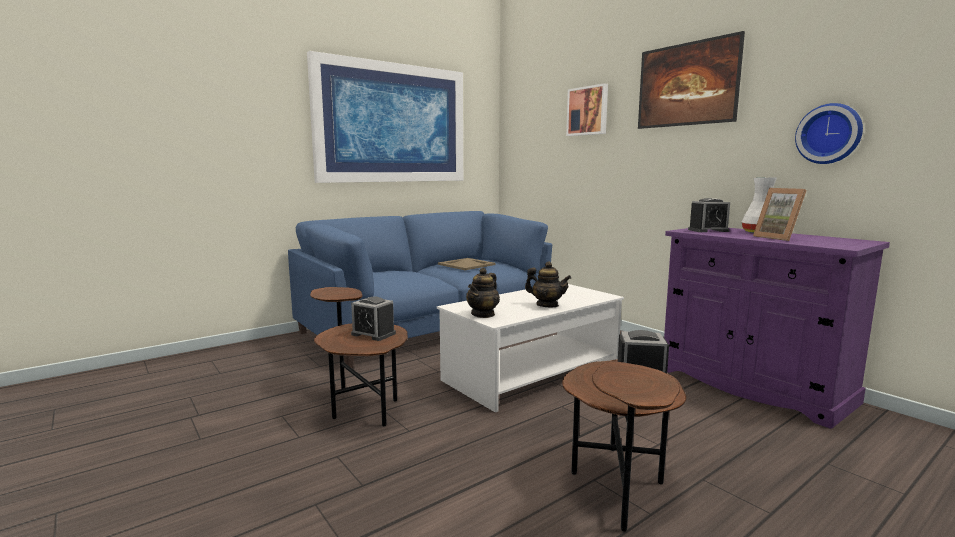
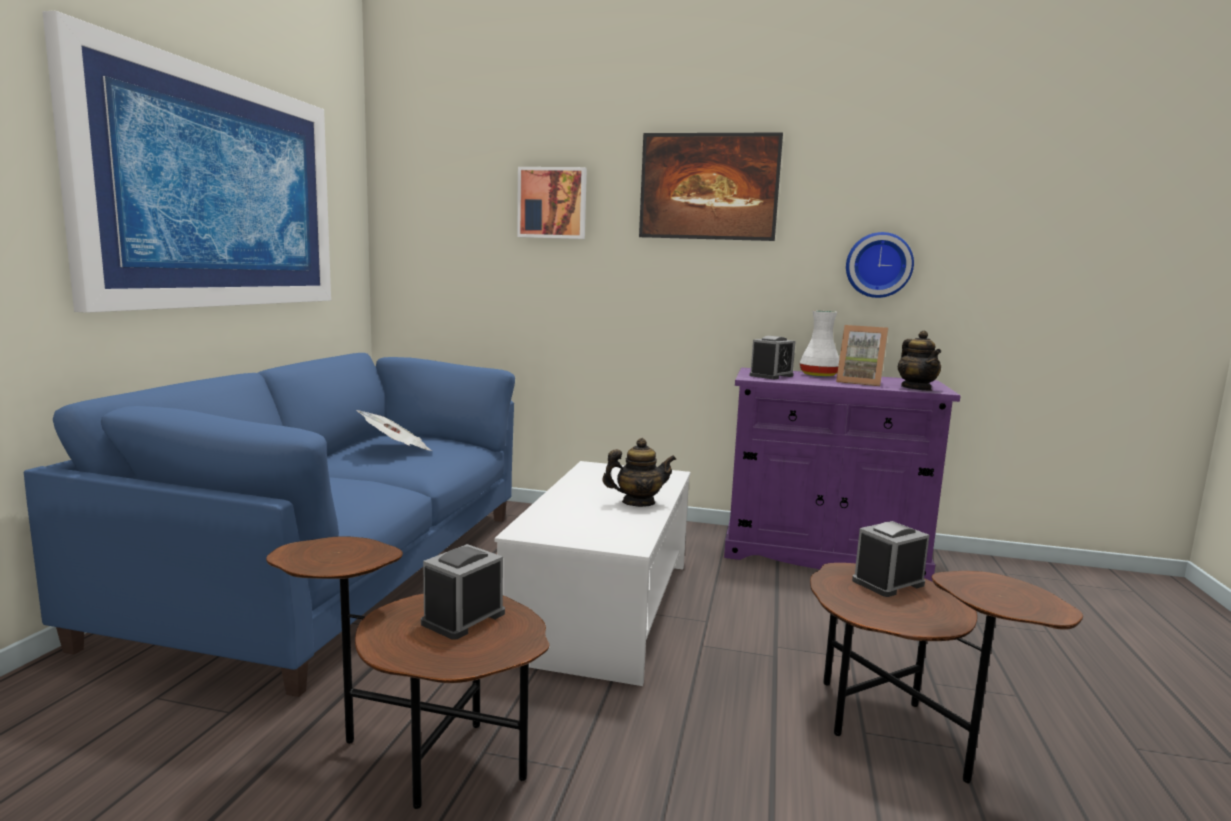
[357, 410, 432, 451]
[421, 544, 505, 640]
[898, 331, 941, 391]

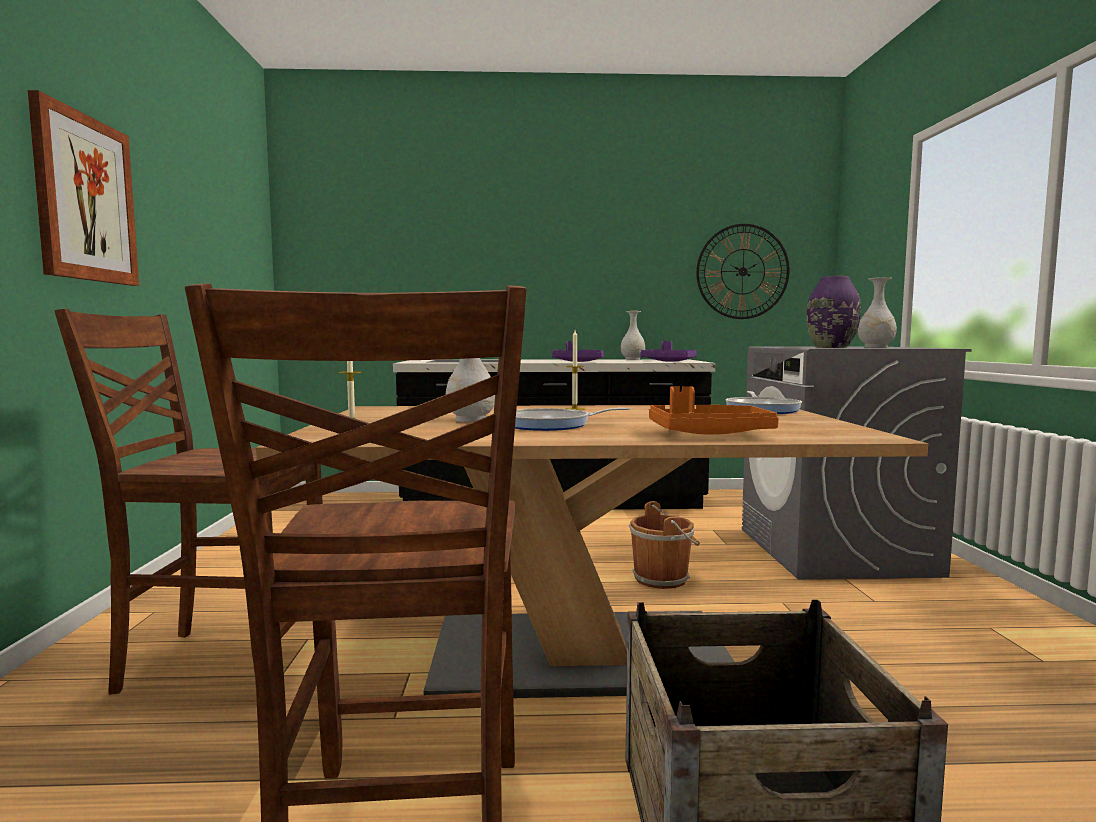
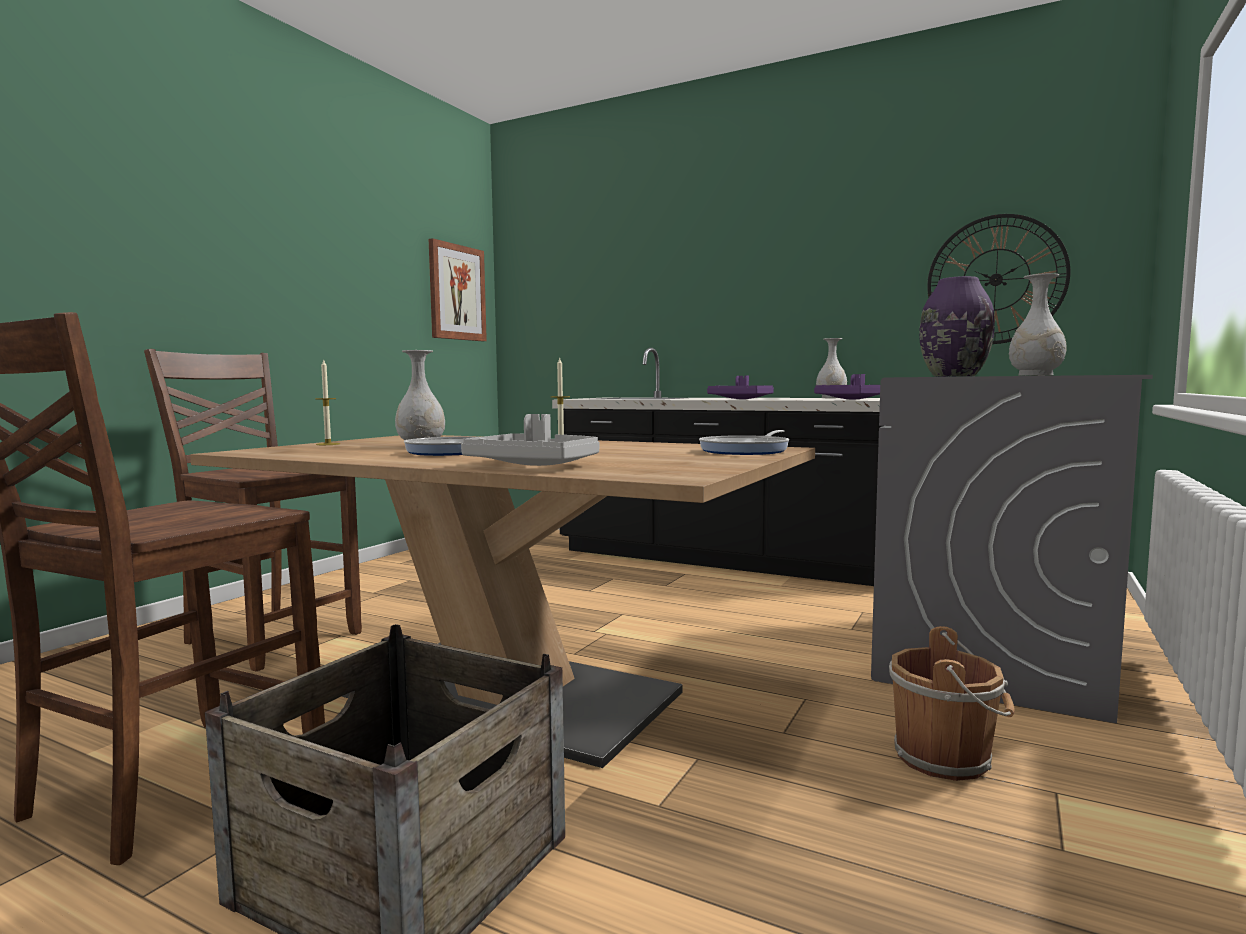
[429, 238, 487, 341]
[461, 414, 600, 466]
[889, 626, 1014, 781]

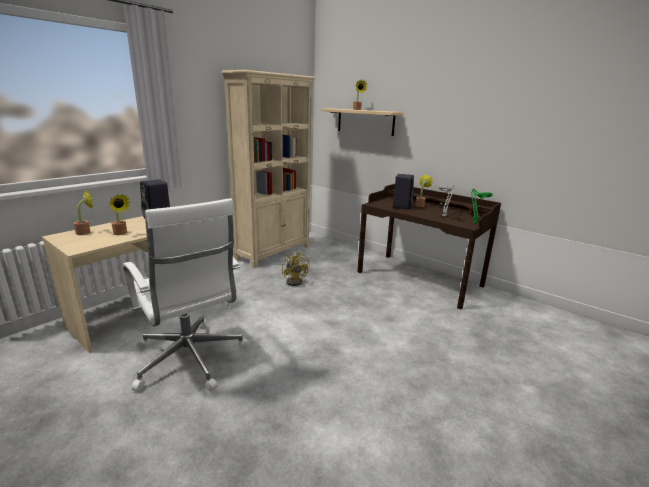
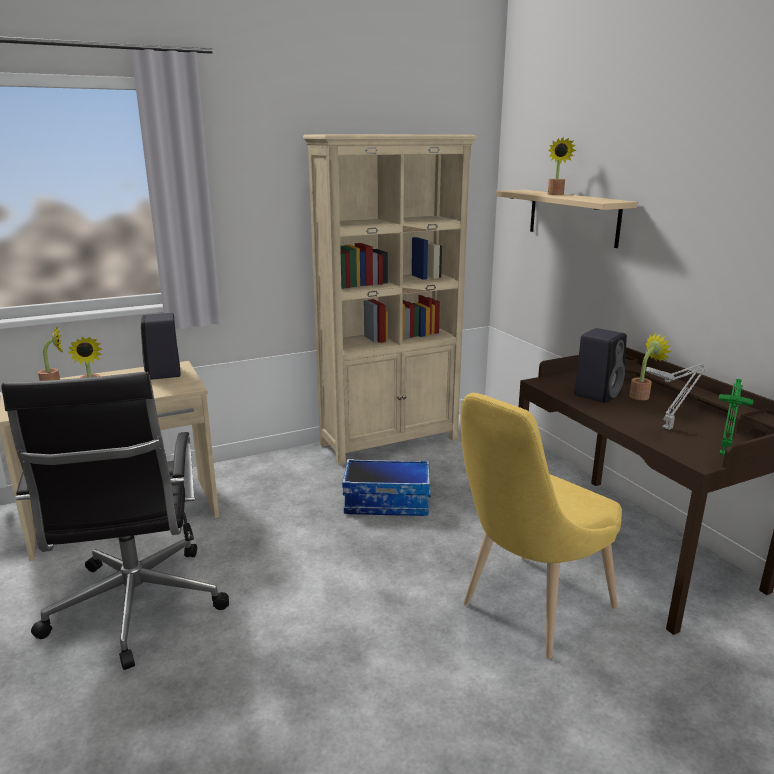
[1, 372, 229, 670]
[342, 459, 431, 516]
[461, 393, 622, 658]

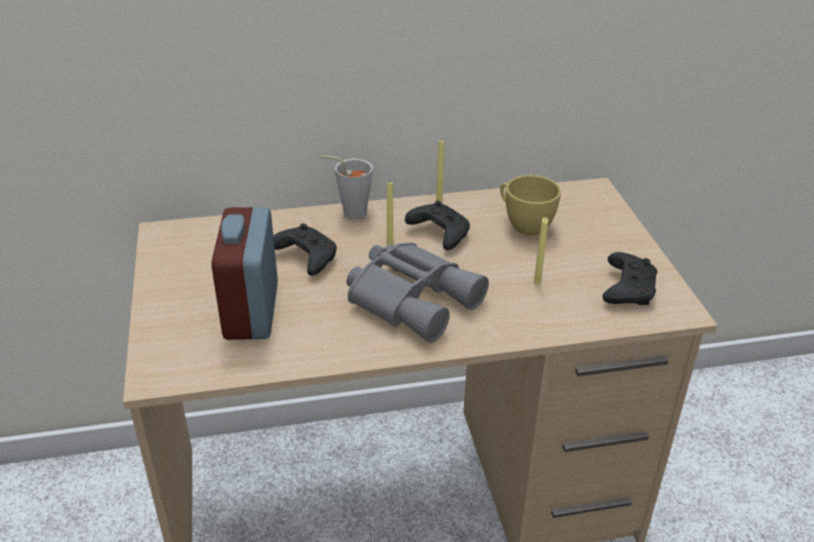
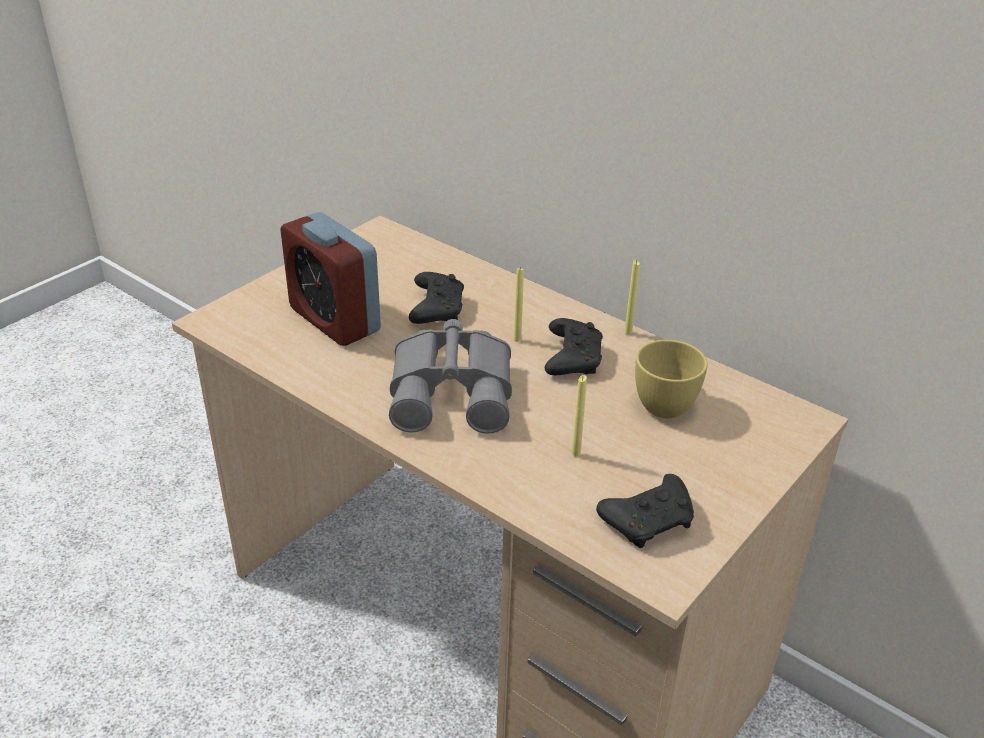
[280, 212, 381, 346]
[321, 155, 373, 219] (first image)

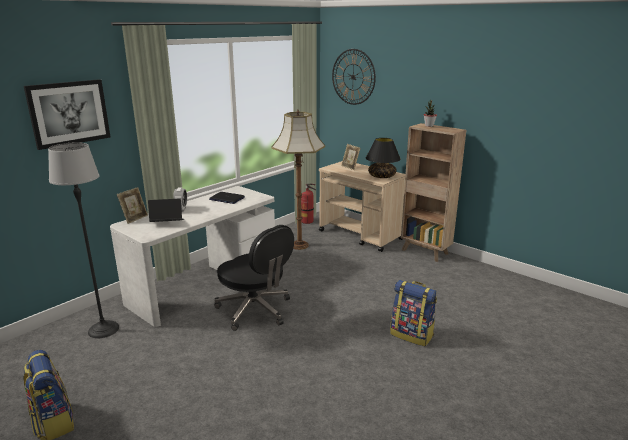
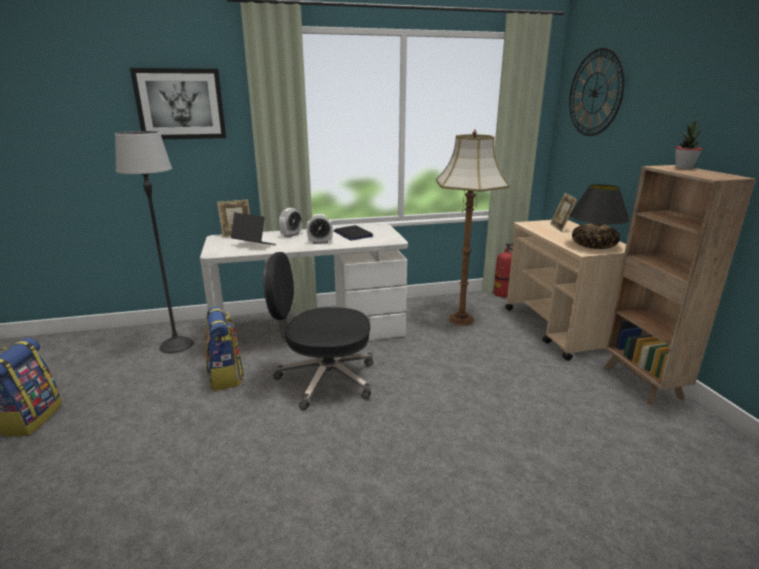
[205, 306, 245, 391]
[263, 252, 373, 410]
[306, 214, 333, 244]

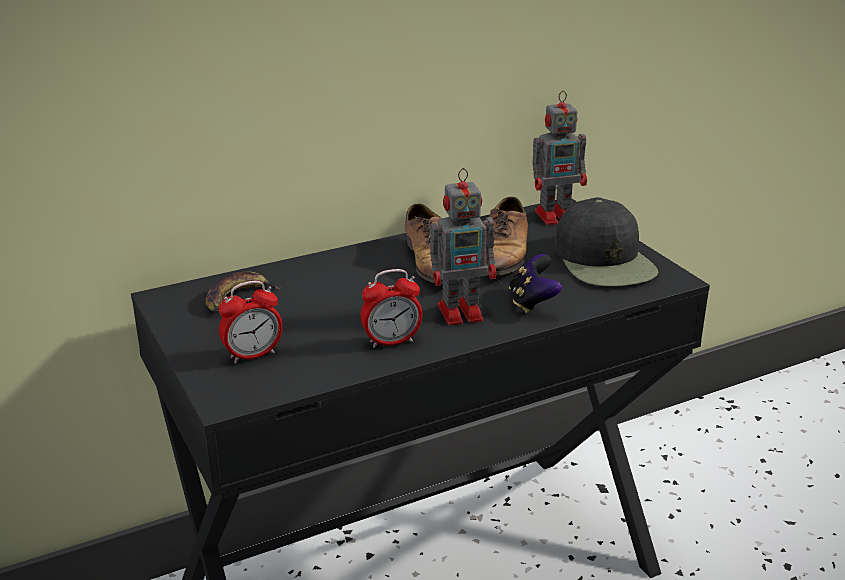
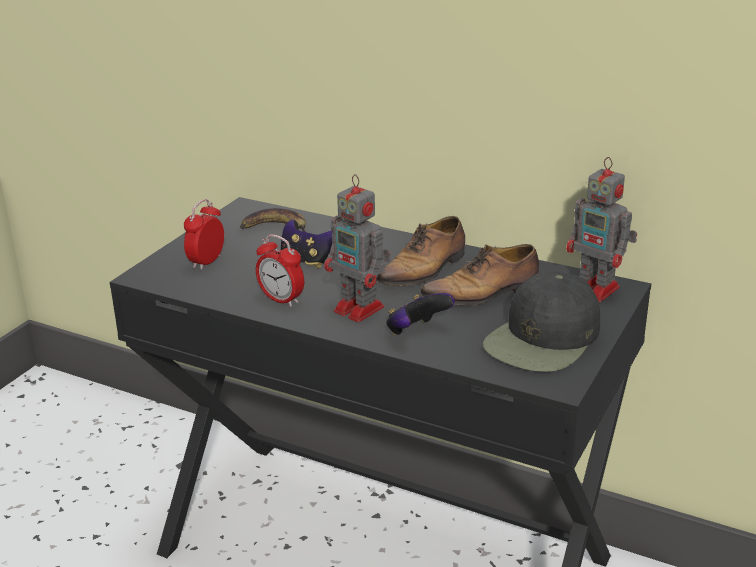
[184, 199, 224, 270]
[281, 220, 332, 269]

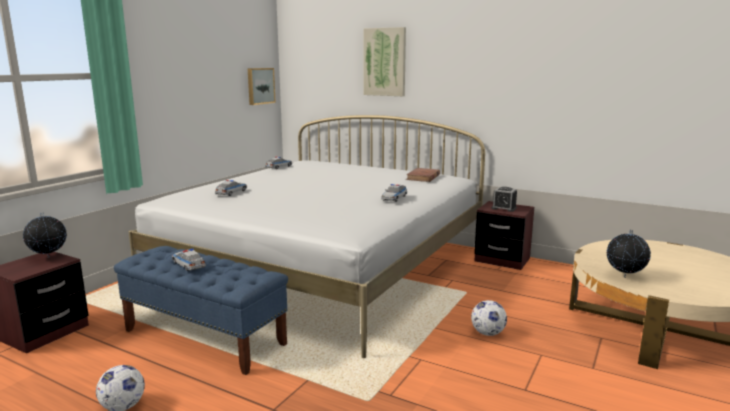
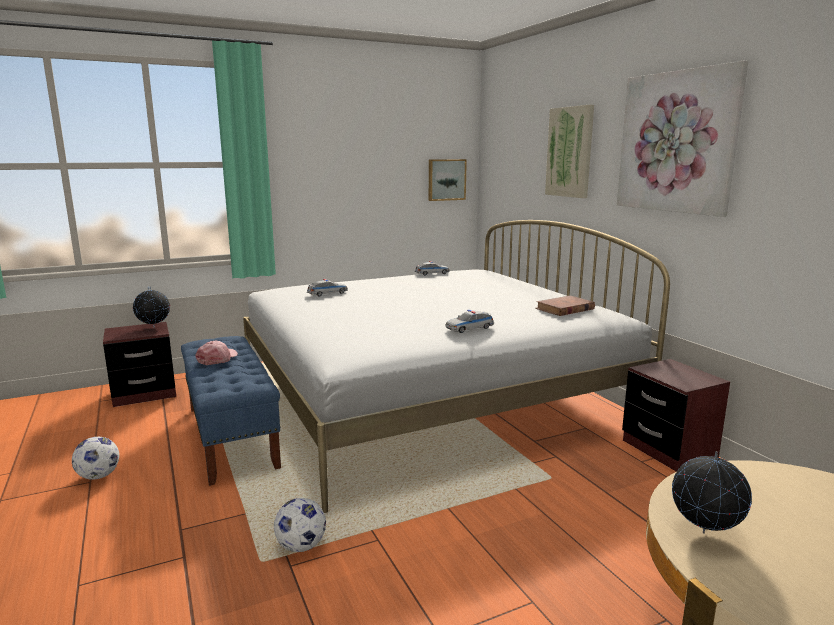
[195, 341, 238, 365]
[274, 498, 326, 552]
[617, 61, 748, 217]
[491, 187, 517, 212] (first image)

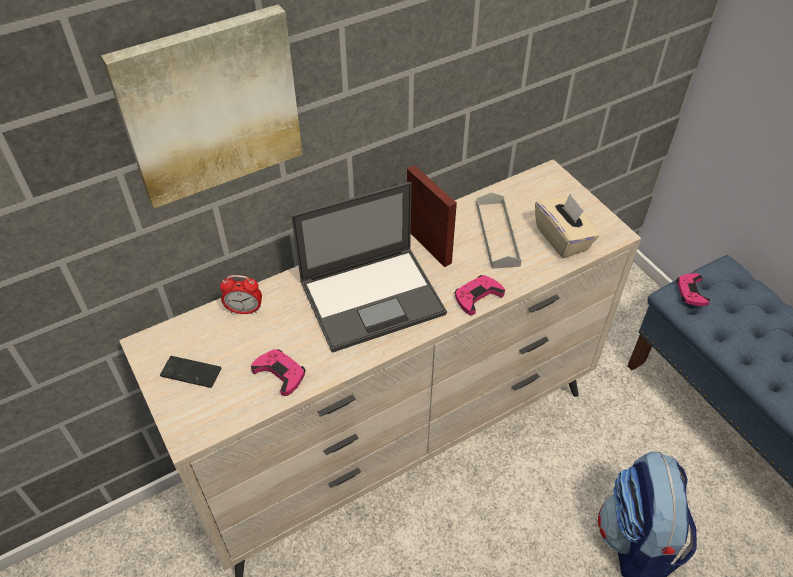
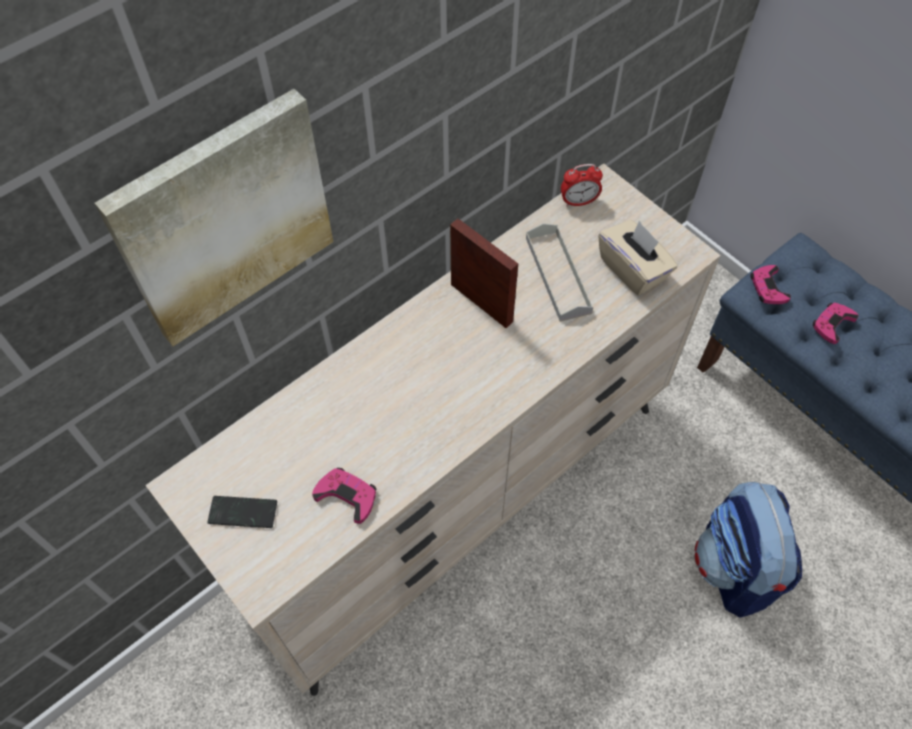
[561, 164, 603, 207]
[813, 303, 859, 344]
[291, 182, 447, 353] (first image)

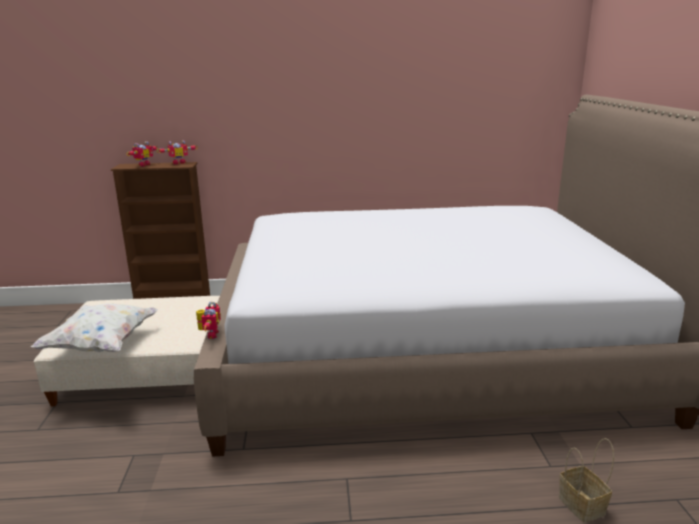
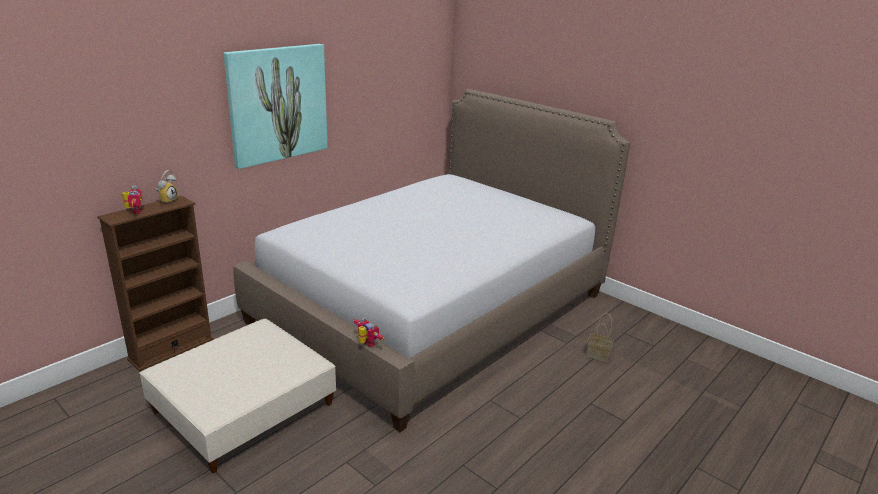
[155, 170, 177, 204]
[223, 44, 328, 169]
[31, 304, 159, 352] (first image)

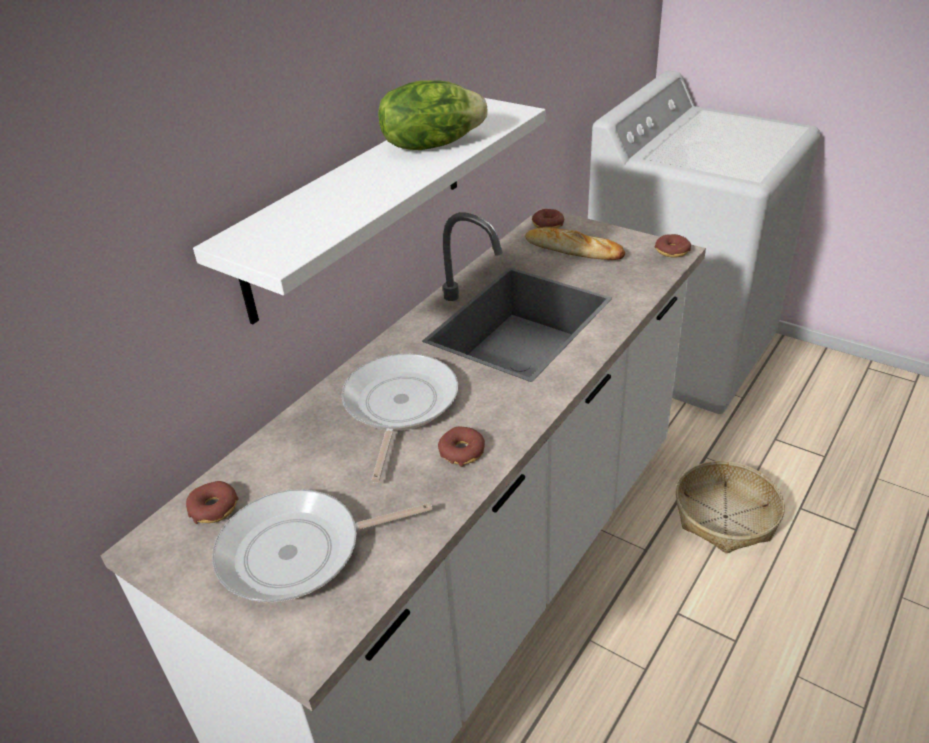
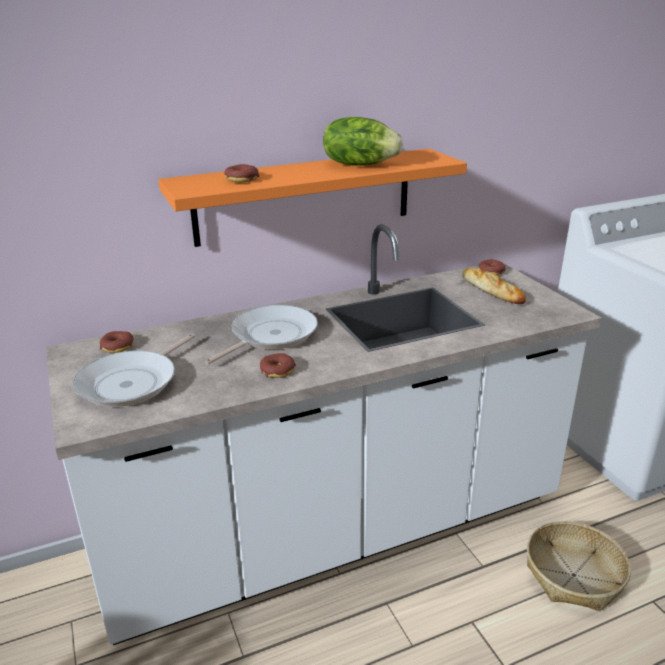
[73, 333, 196, 407]
[158, 149, 467, 247]
[224, 164, 259, 183]

